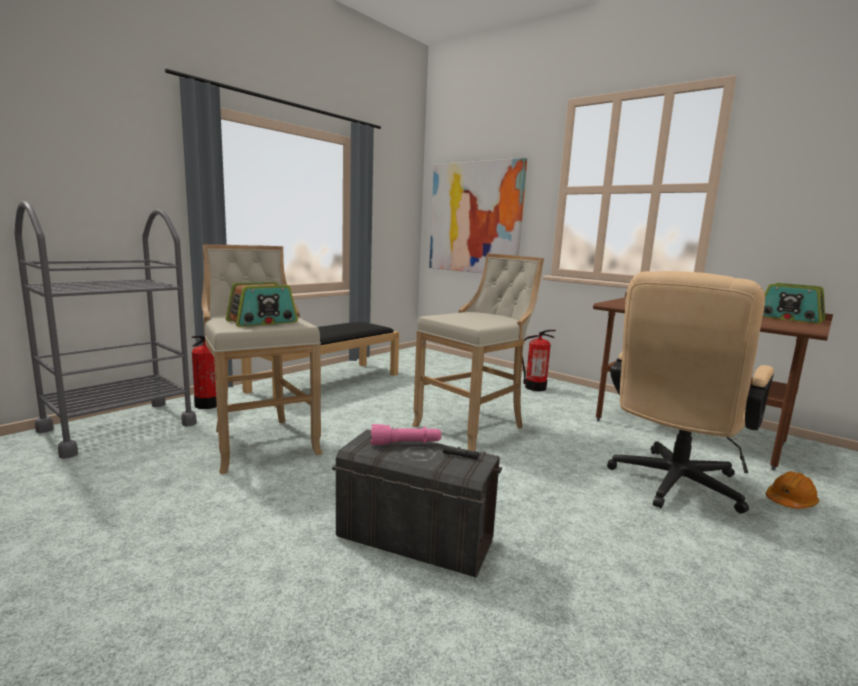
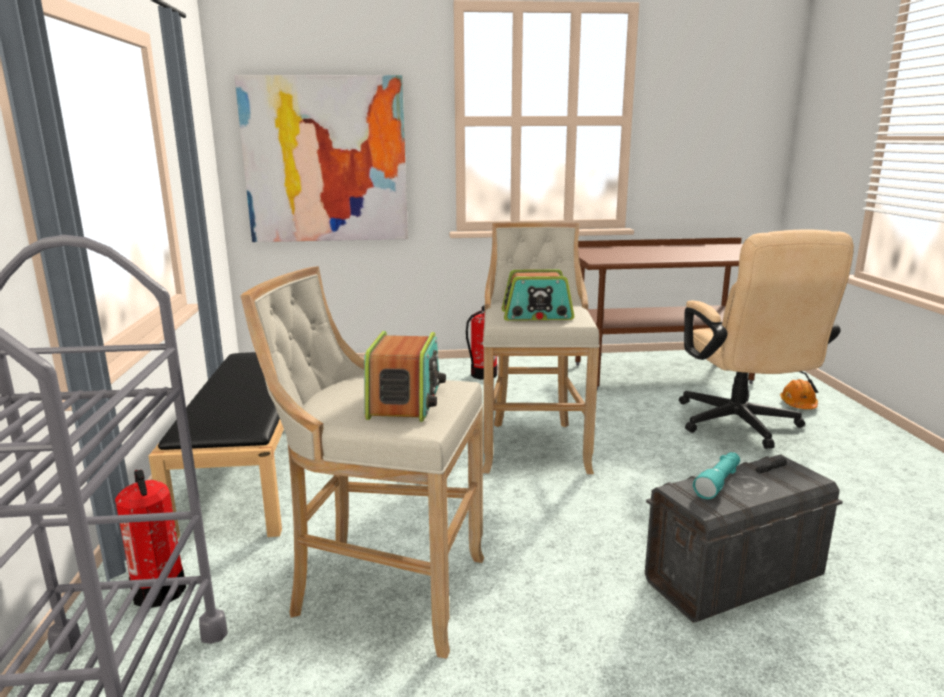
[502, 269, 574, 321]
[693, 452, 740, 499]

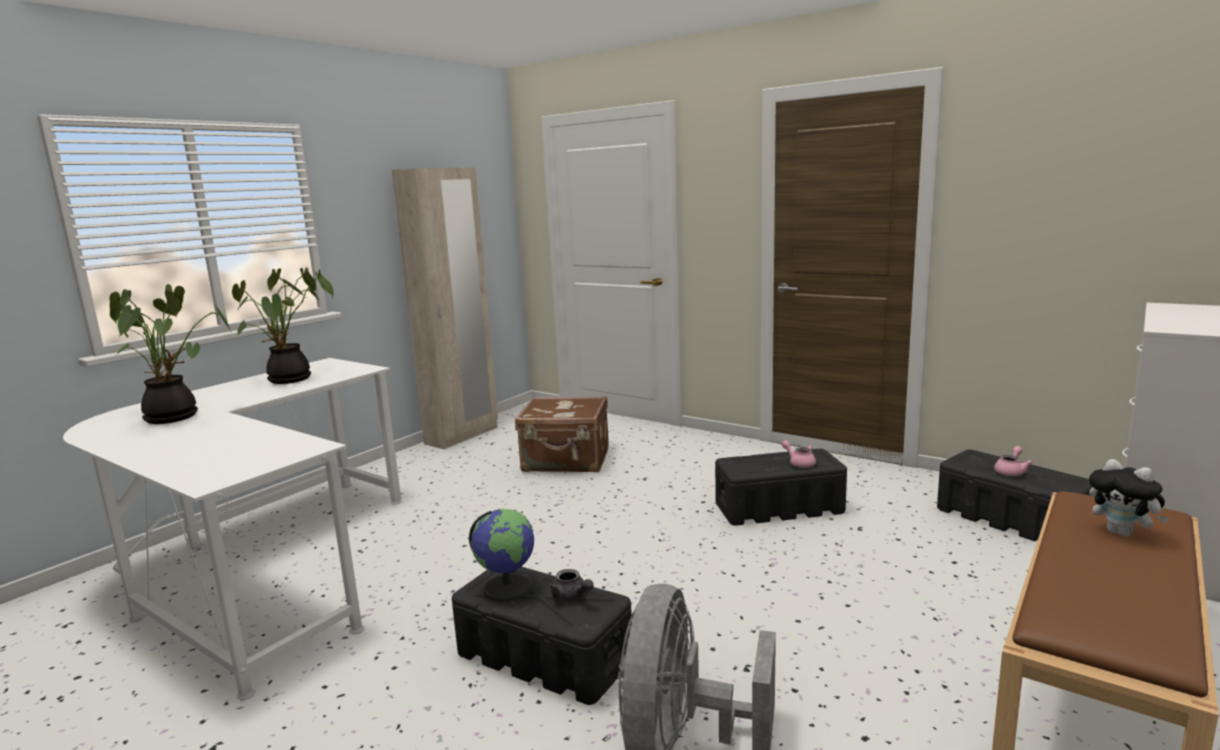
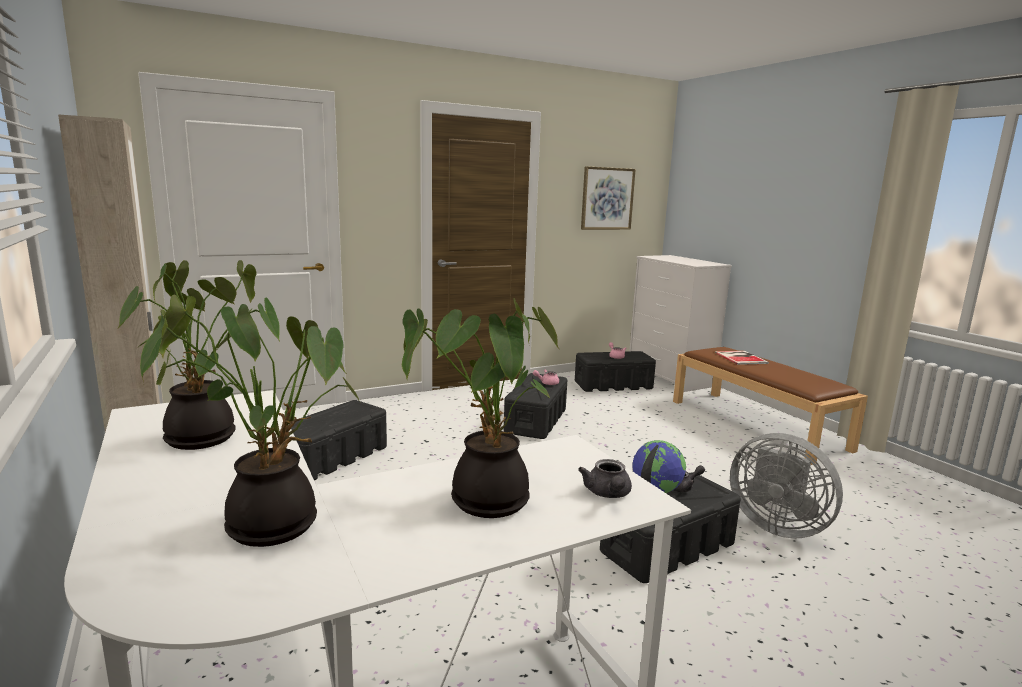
[291, 400, 387, 480]
[402, 298, 560, 518]
[578, 459, 632, 498]
[581, 166, 636, 230]
[715, 351, 769, 365]

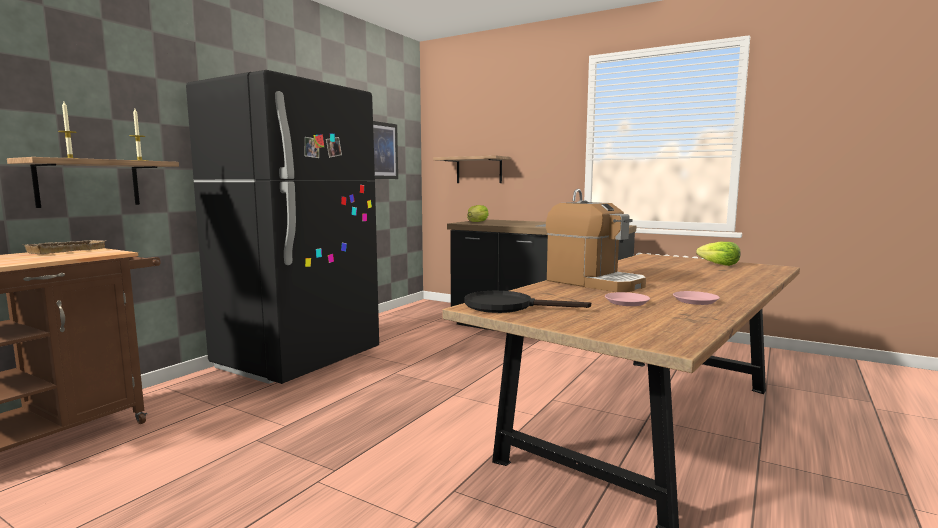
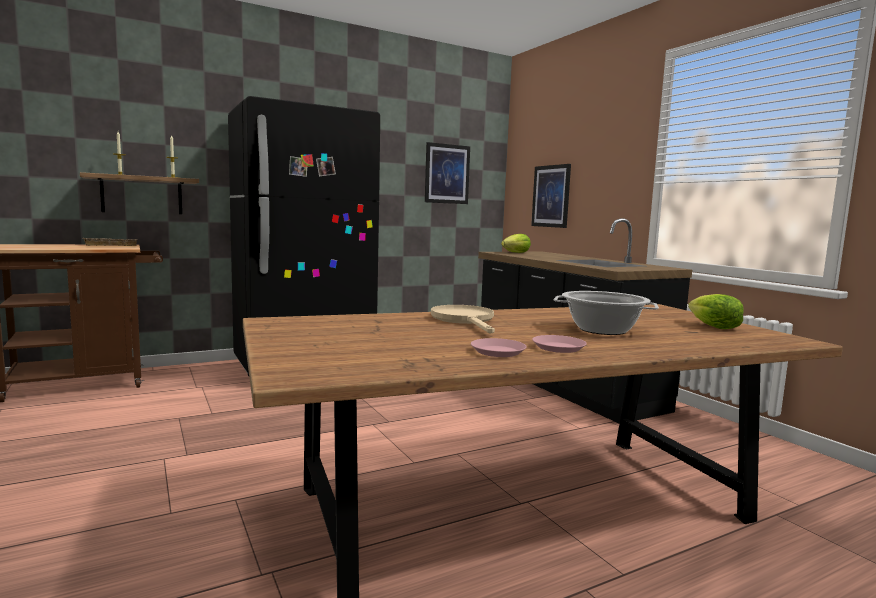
[431, 305, 495, 334]
[531, 164, 571, 228]
[532, 335, 587, 353]
[554, 291, 659, 335]
[464, 291, 591, 313] (first image)

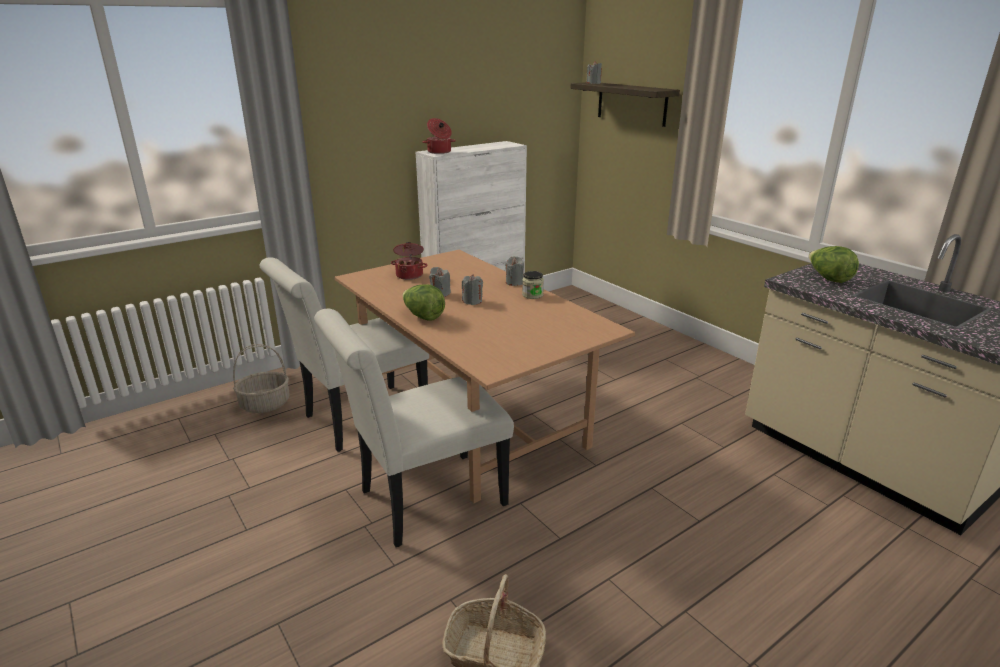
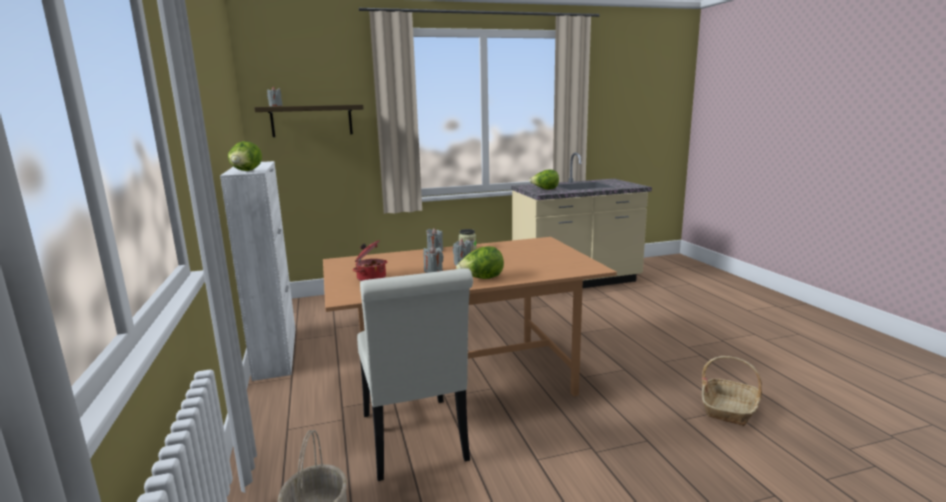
[228, 141, 262, 171]
[314, 309, 514, 547] (first image)

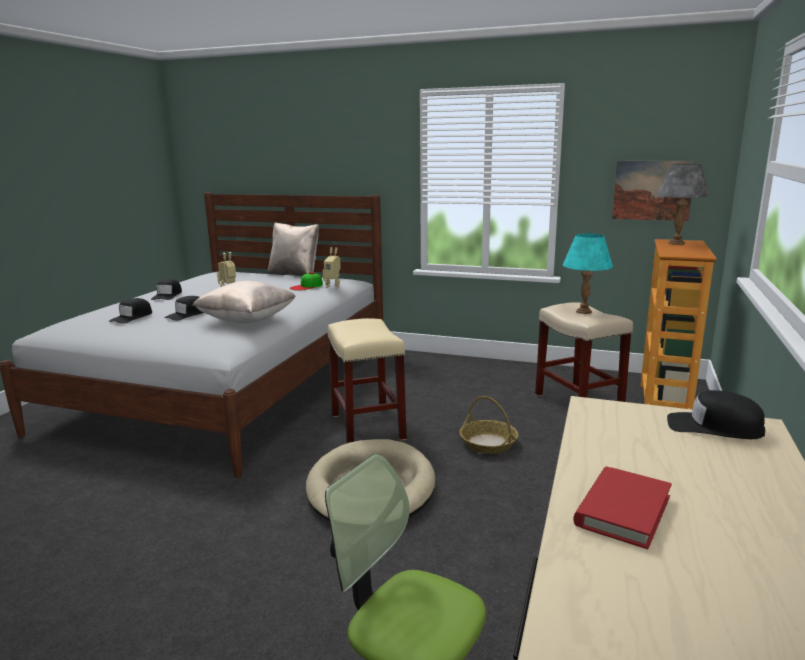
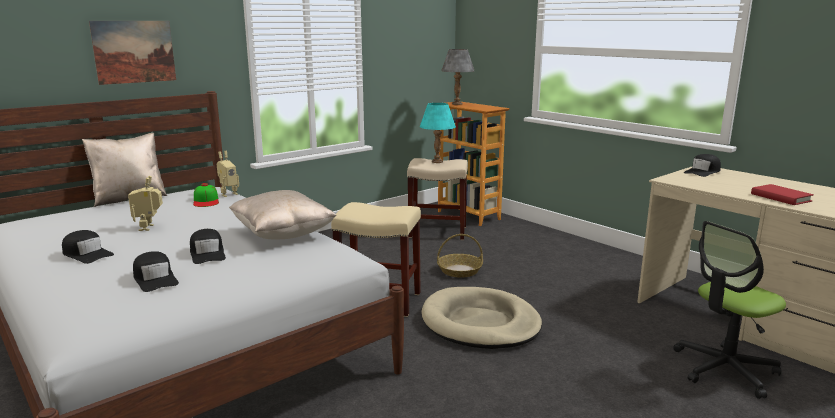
[89, 21, 176, 85]

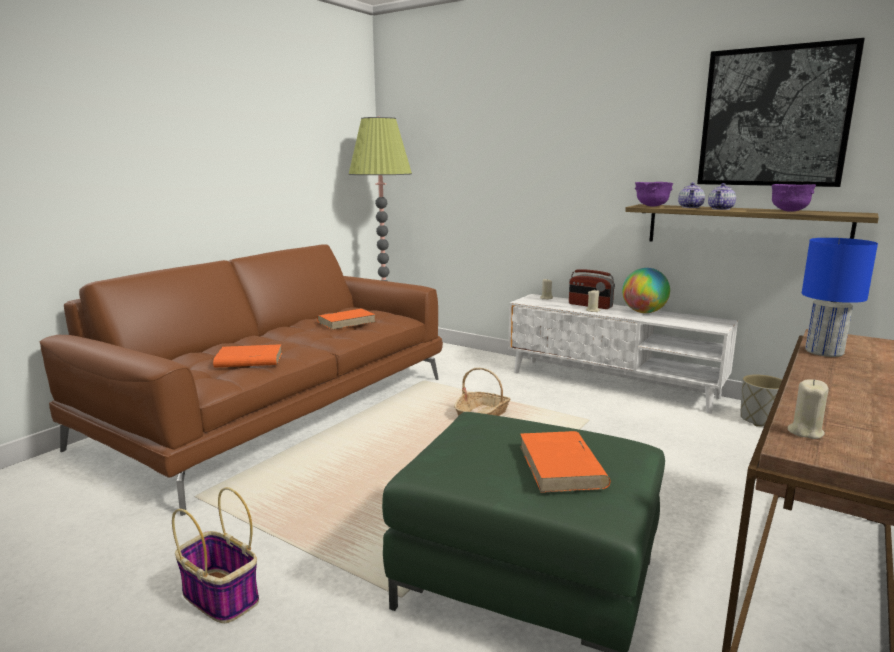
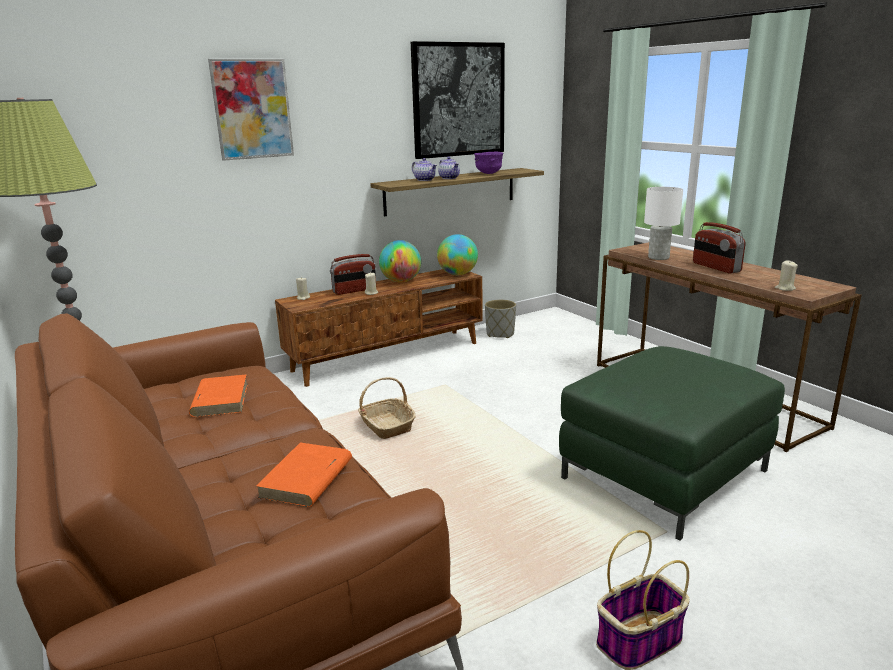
[208, 59, 294, 161]
[275, 269, 483, 387]
[437, 234, 478, 275]
[644, 187, 683, 260]
[693, 222, 746, 274]
[520, 431, 611, 493] (first image)
[635, 182, 673, 207] (first image)

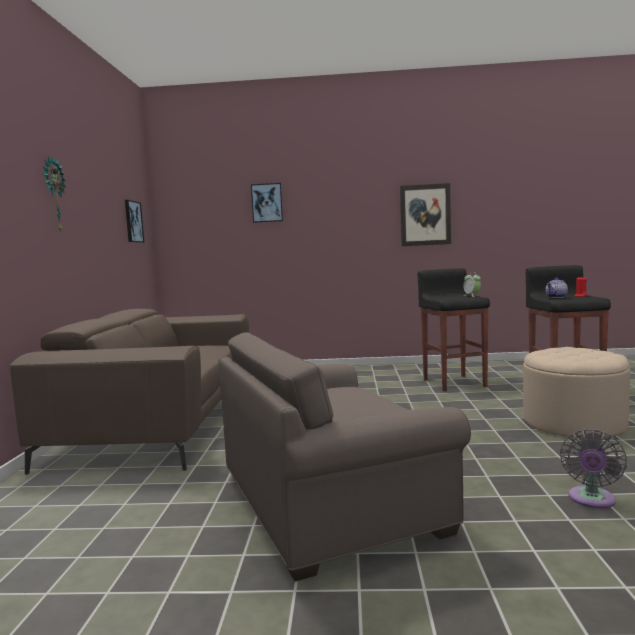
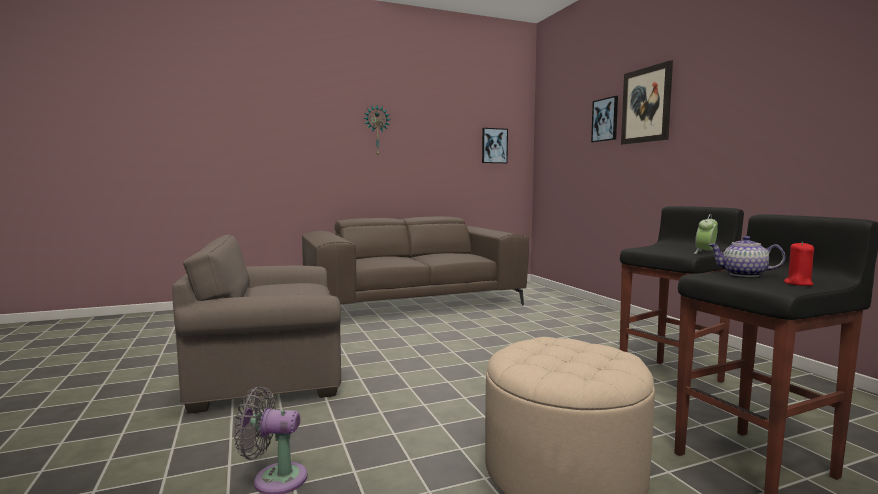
[172, 235, 341, 413]
[621, 60, 673, 145]

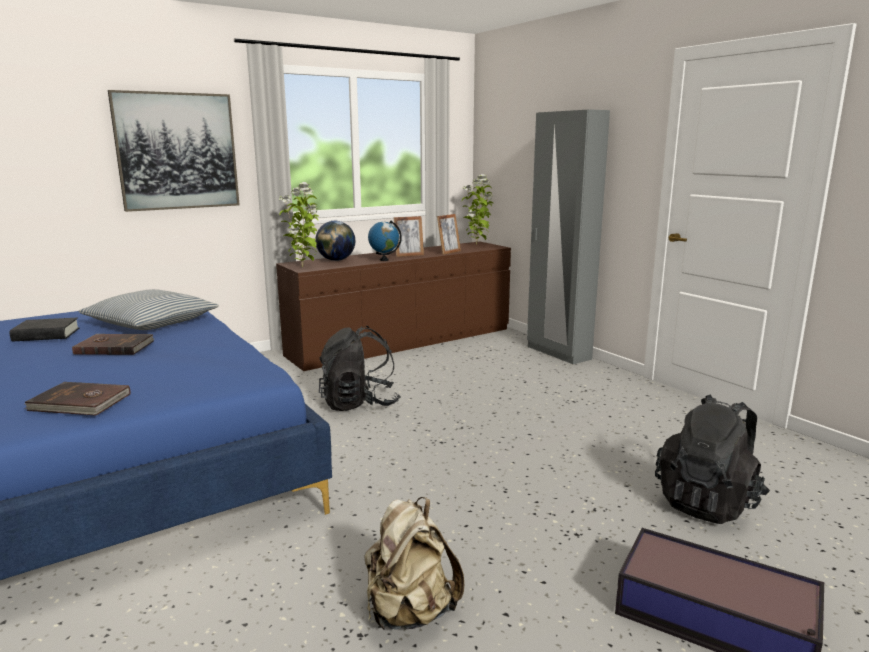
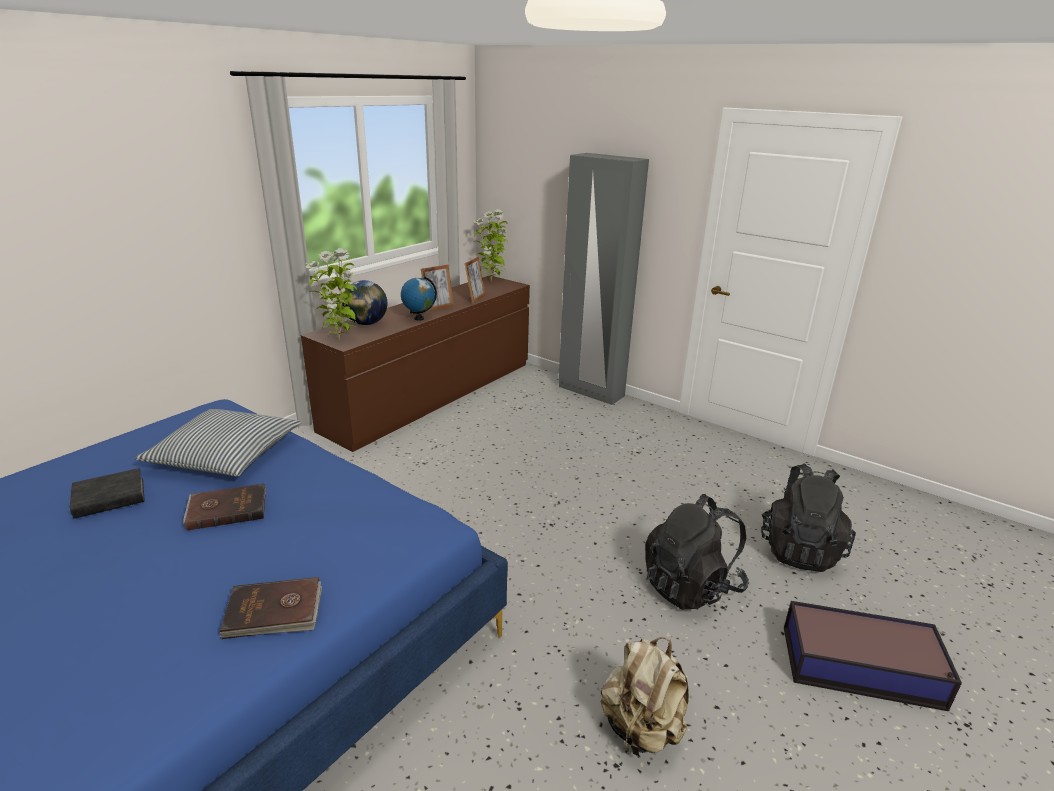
[645, 494, 749, 610]
[108, 90, 240, 212] (first image)

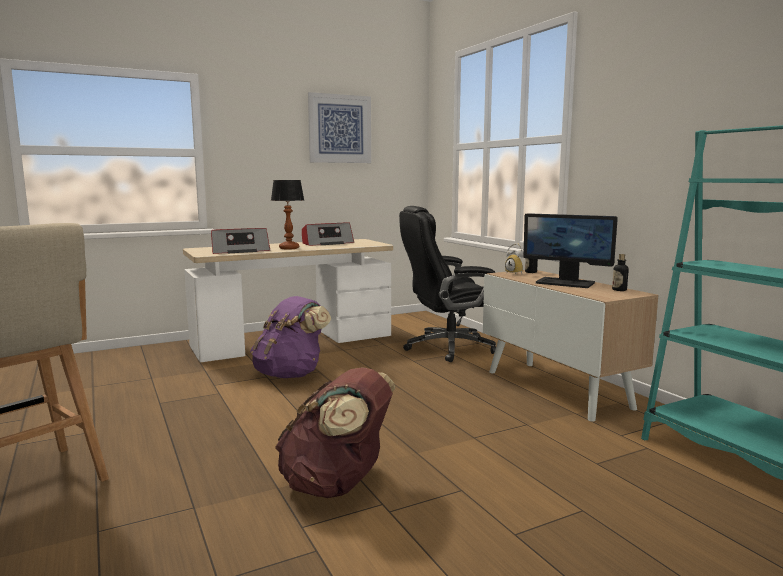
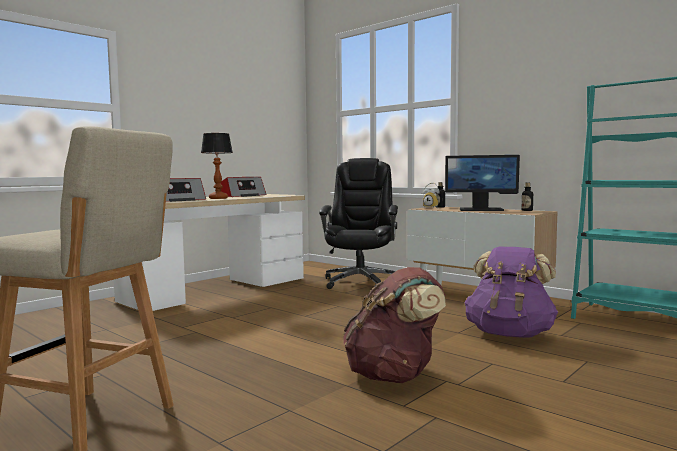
[319, 158, 398, 289]
[464, 247, 558, 338]
[308, 92, 371, 163] (first image)

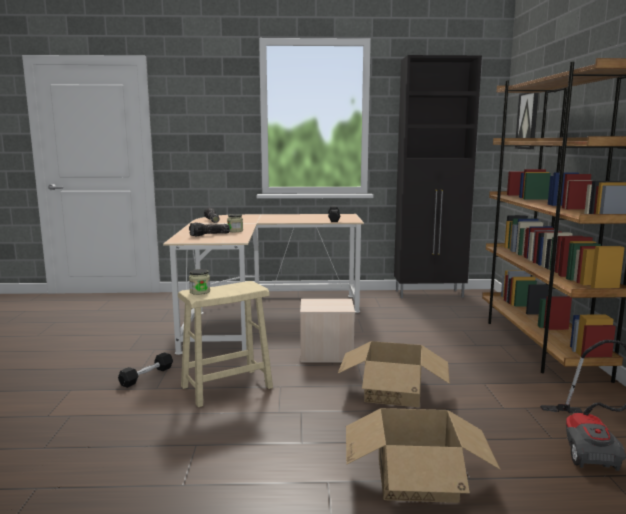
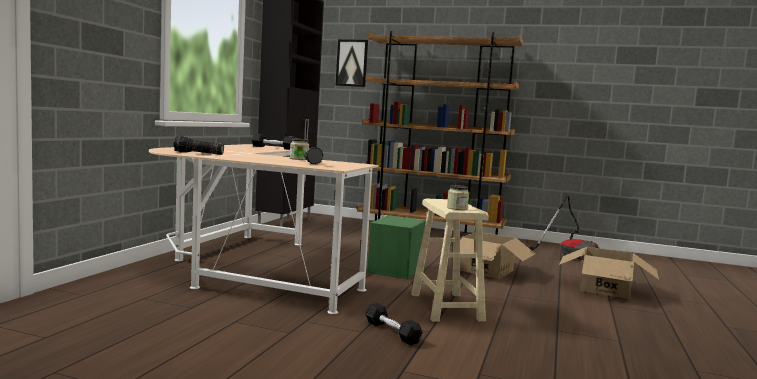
[367, 216, 426, 279]

